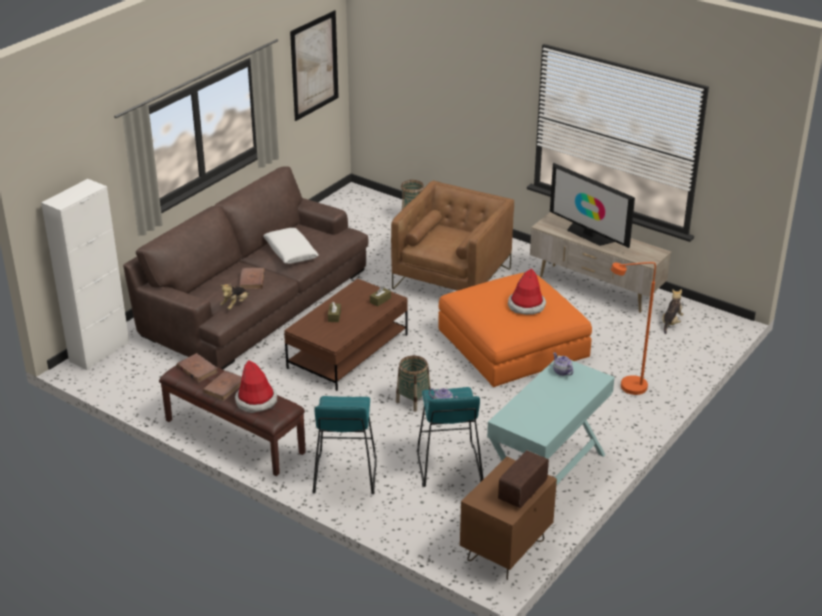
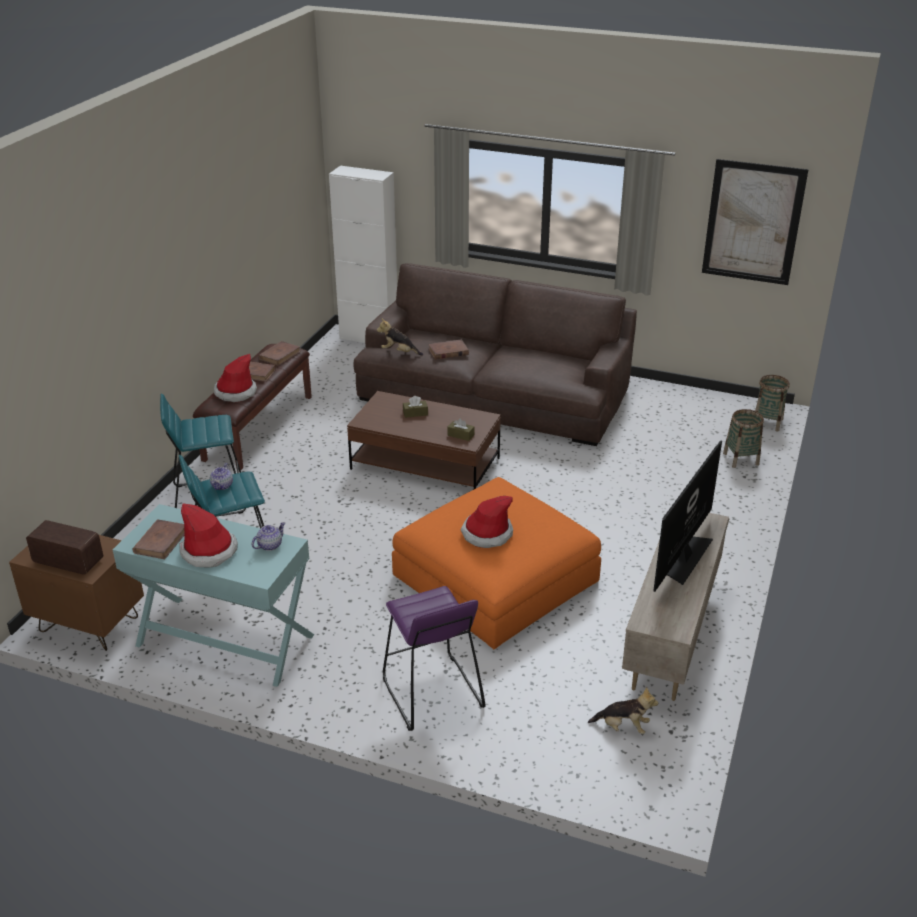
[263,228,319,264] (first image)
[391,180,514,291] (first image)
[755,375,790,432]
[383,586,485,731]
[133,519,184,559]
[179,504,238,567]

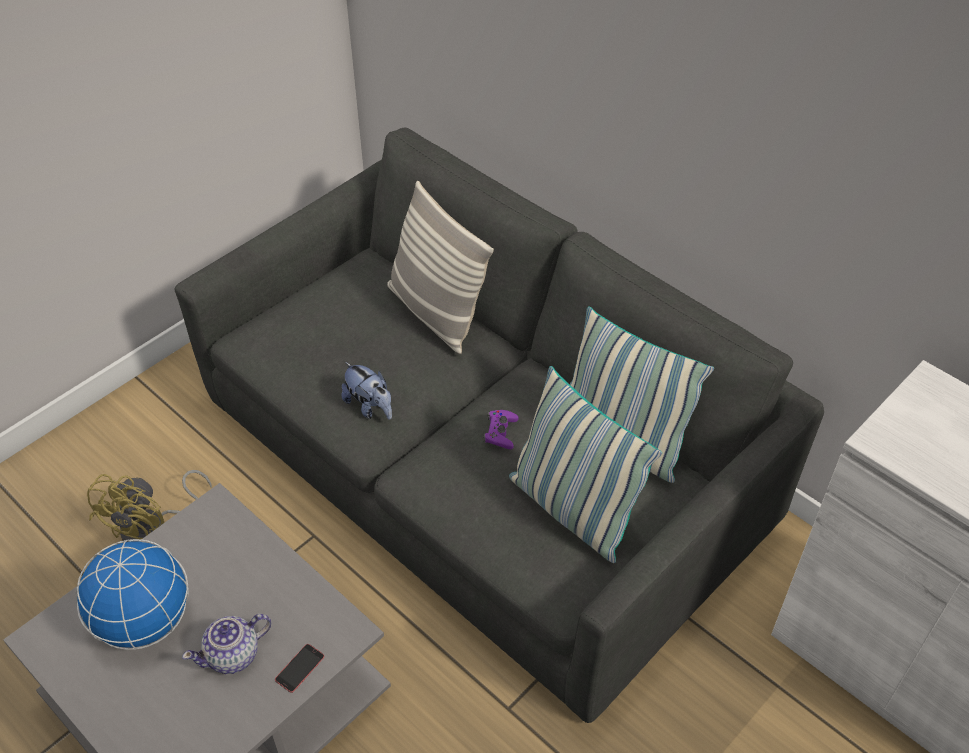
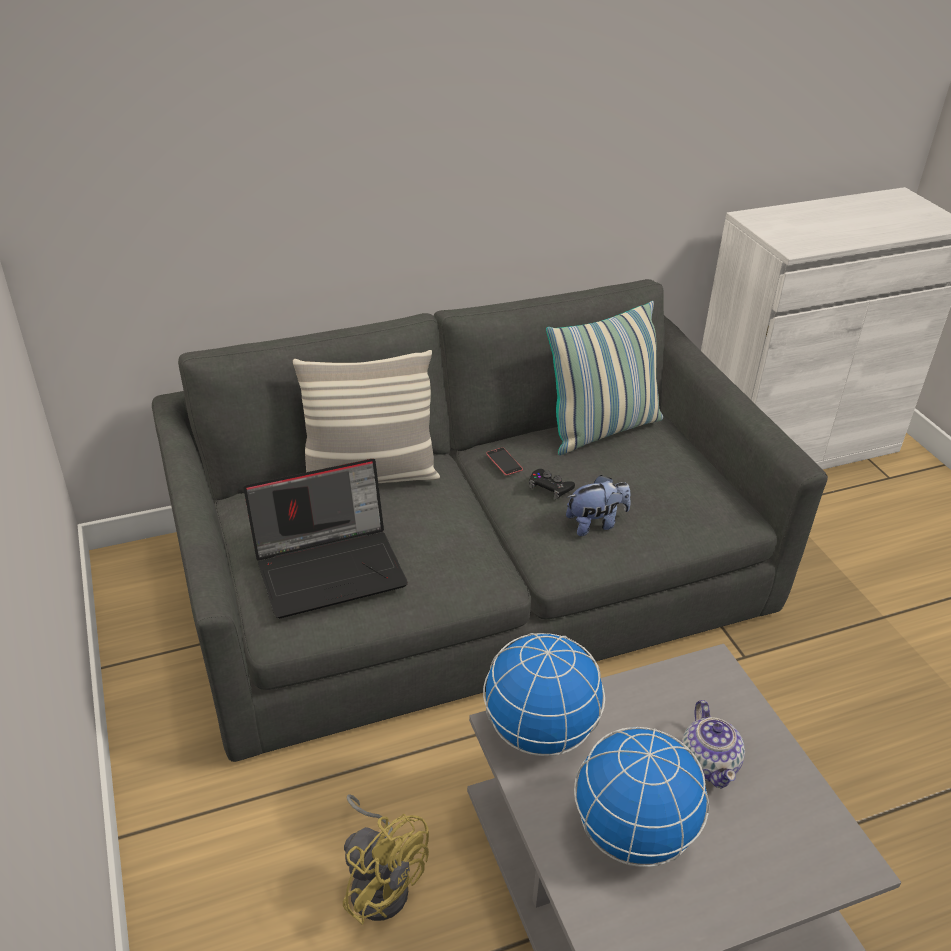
[486,448,523,475]
[566,475,631,536]
[529,469,575,499]
[509,366,662,563] (first image)
[243,459,408,618]
[483,633,605,756]

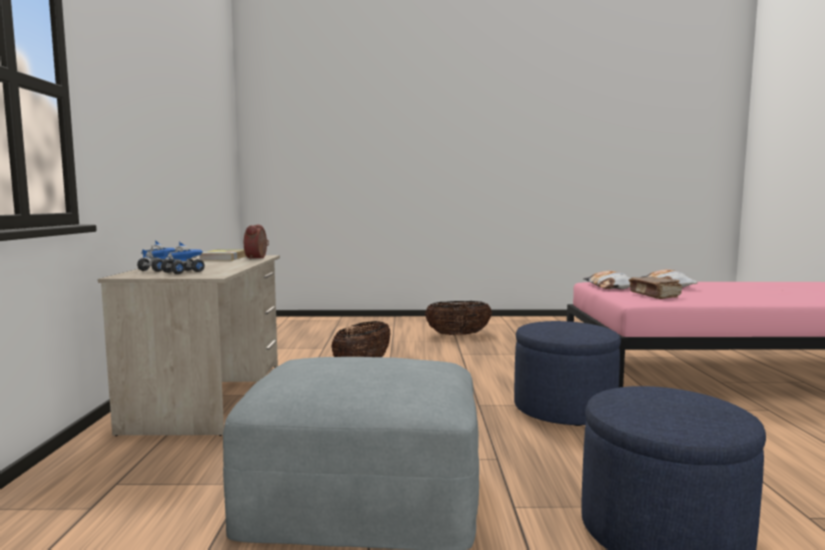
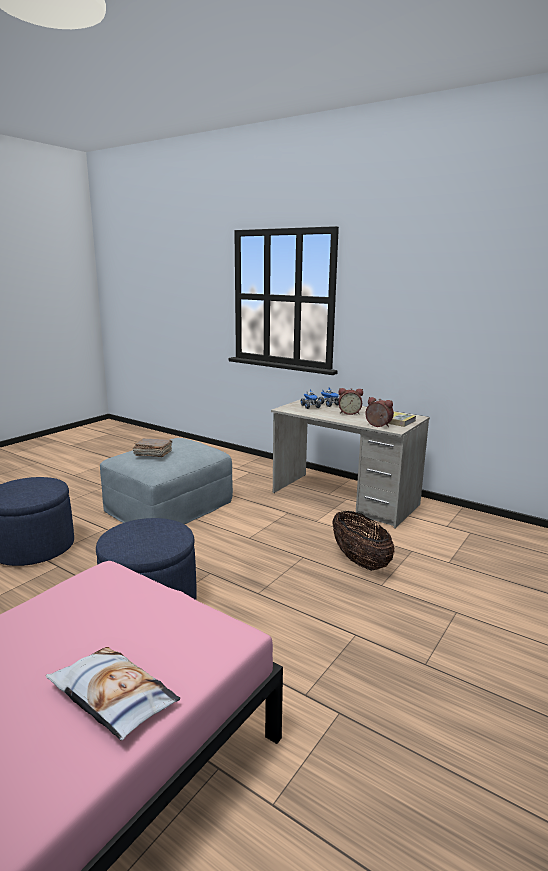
[425,301,492,336] (first image)
[583,271,631,289] (first image)
[133,438,172,457]
[338,388,363,415]

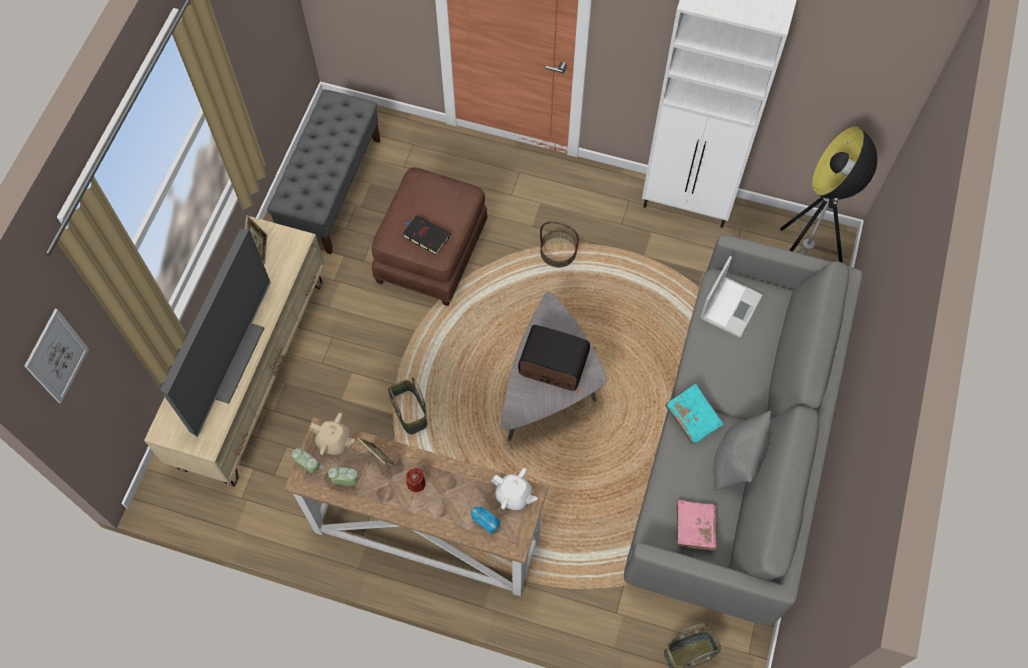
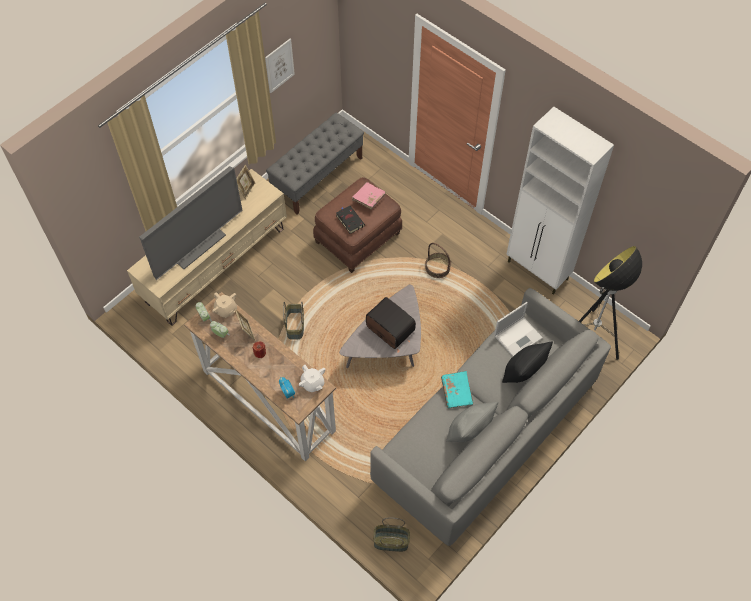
[265,39,295,93]
[352,182,386,210]
[502,341,553,383]

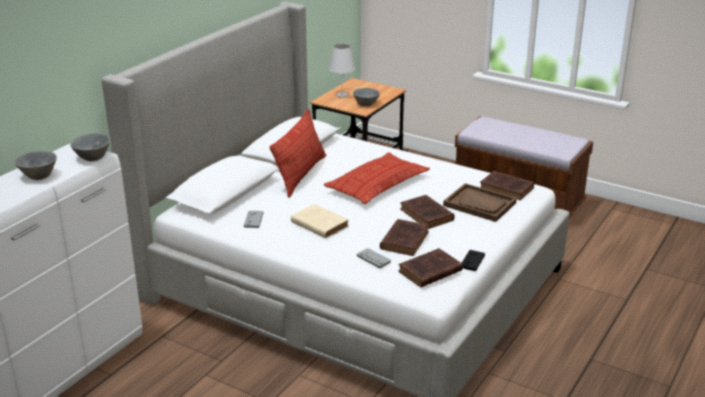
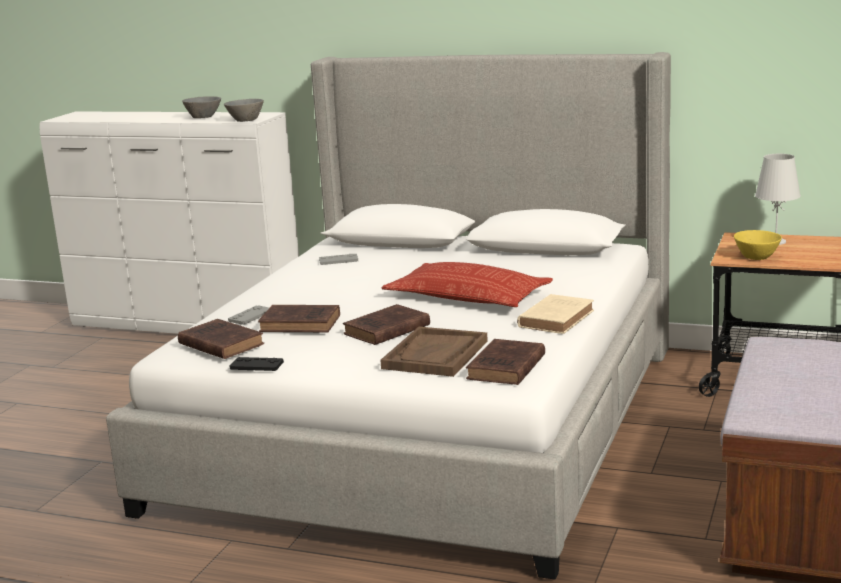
[270,109,326,197] (first image)
[517,294,594,334]
[734,230,782,260]

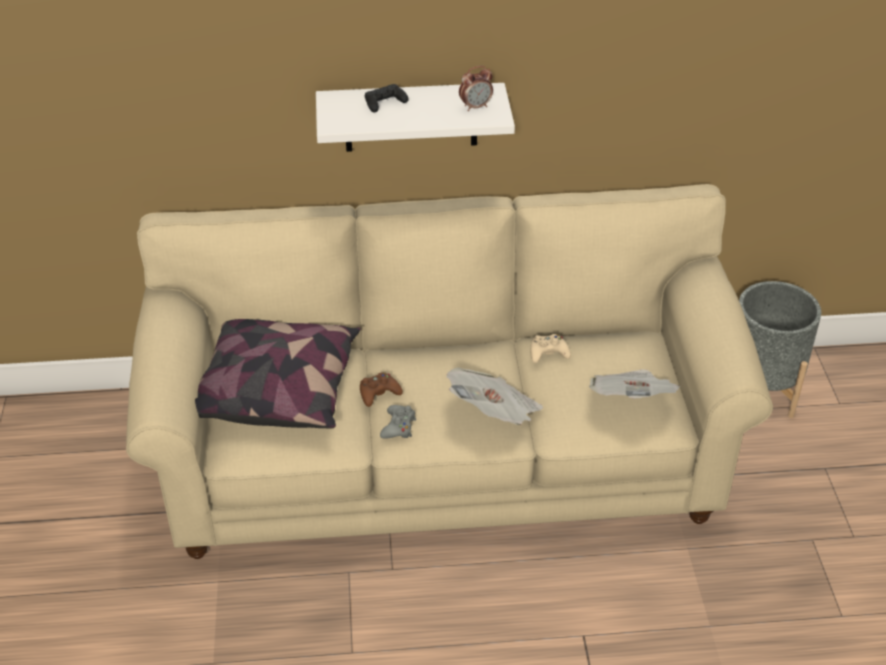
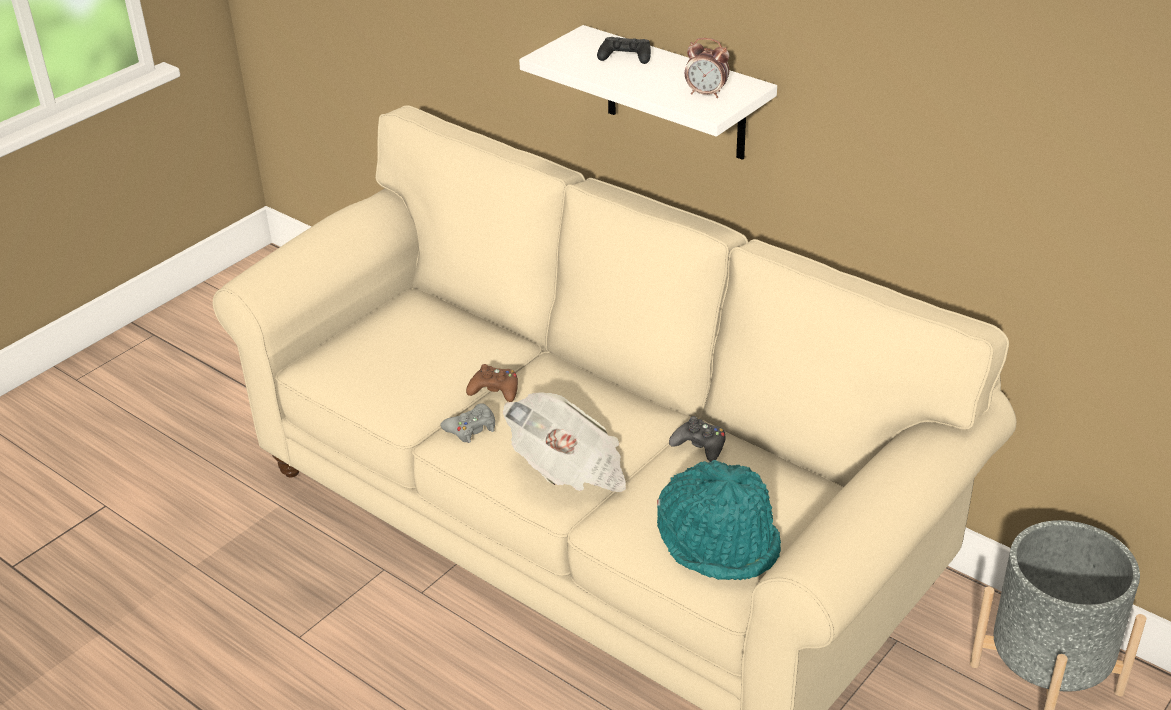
[195,319,361,429] (first image)
[669,416,726,462]
[657,460,781,580]

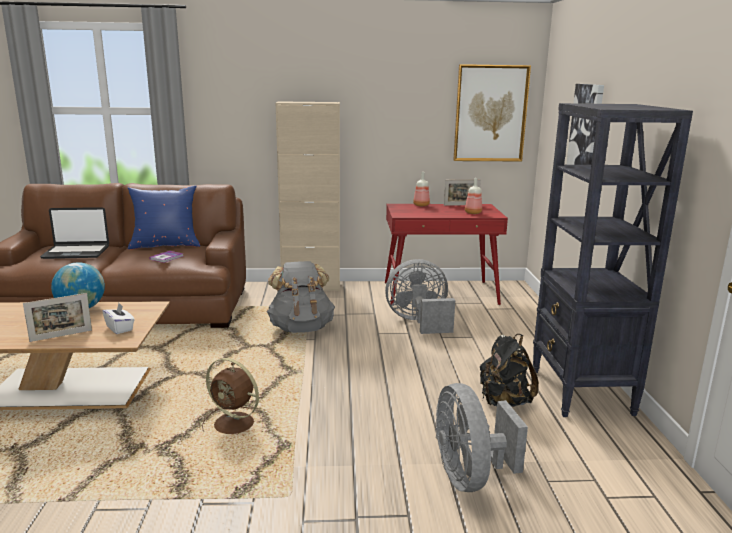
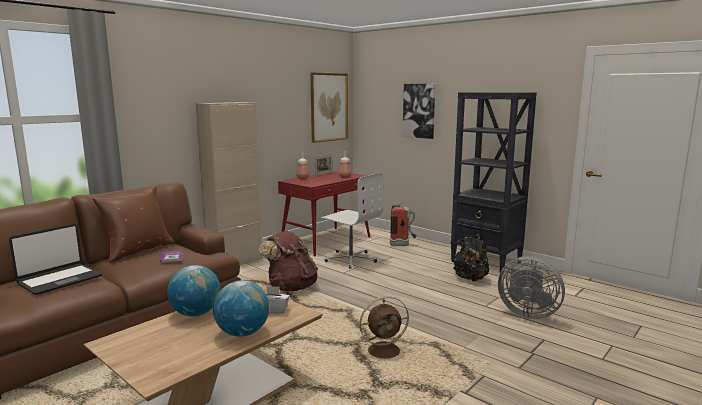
[213,280,269,337]
[92,186,175,263]
[259,231,318,291]
[320,173,384,269]
[390,203,417,246]

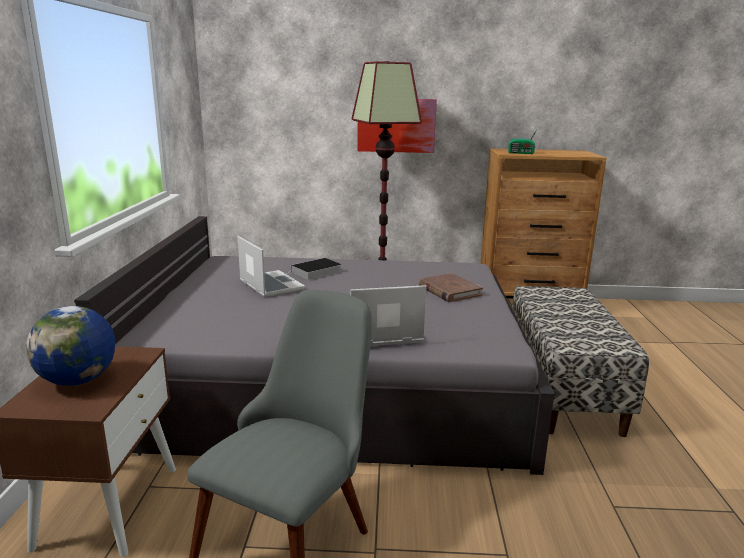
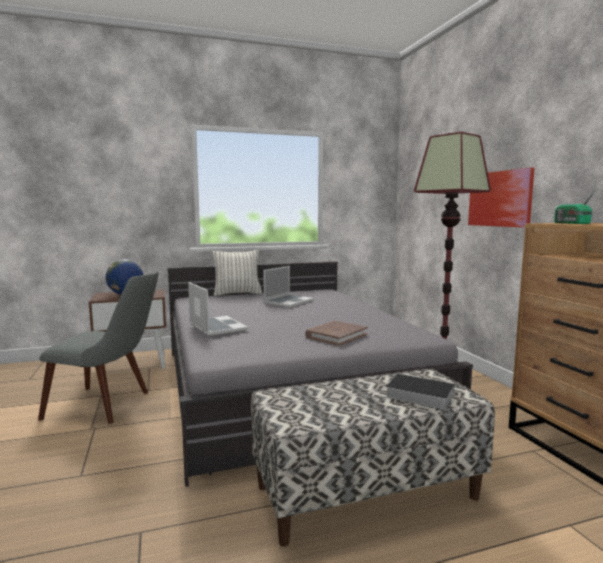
[386,374,455,410]
[212,250,262,296]

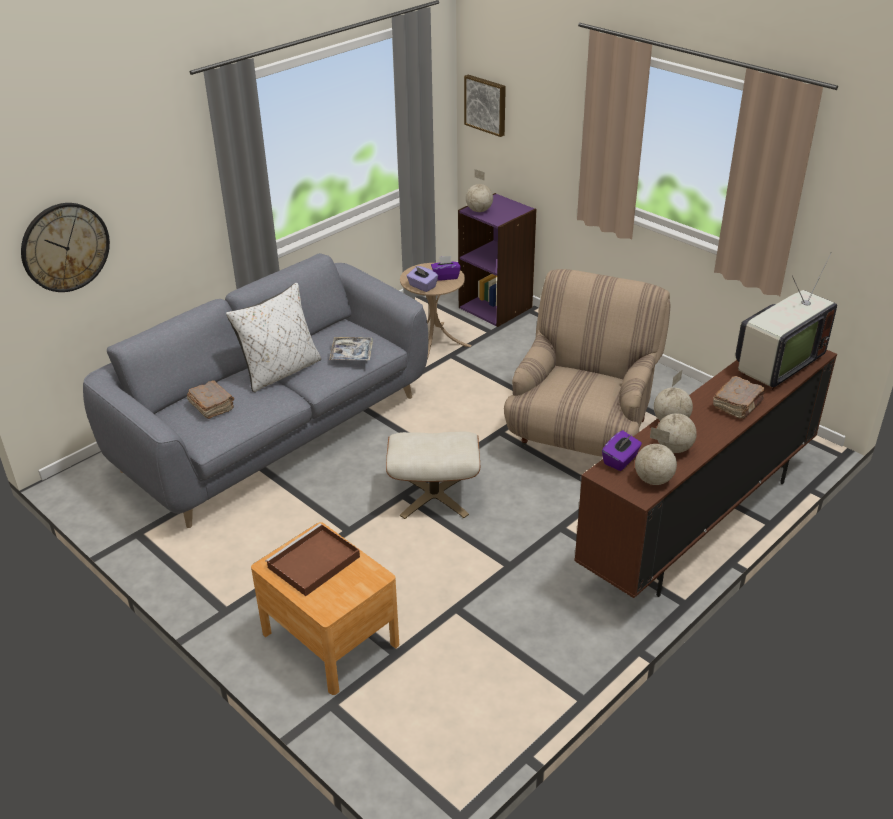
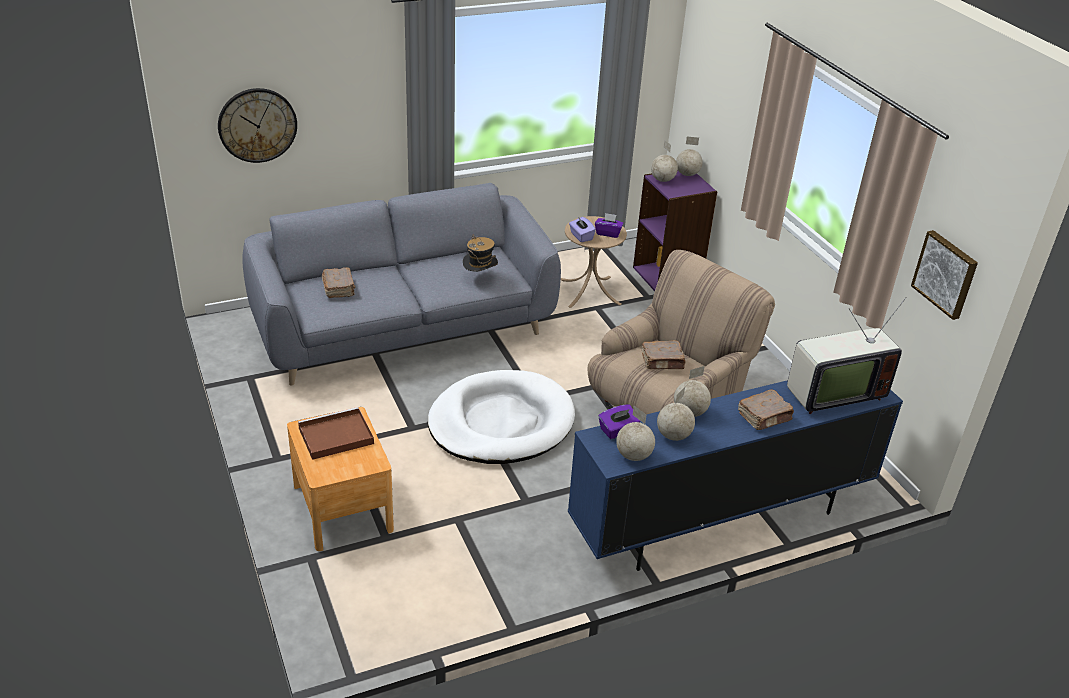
[226,283,321,392] (first image)
[463,235,498,272]
[428,370,575,464]
[911,230,978,320]
[568,380,903,571]
[641,340,686,369]
[676,137,703,176]

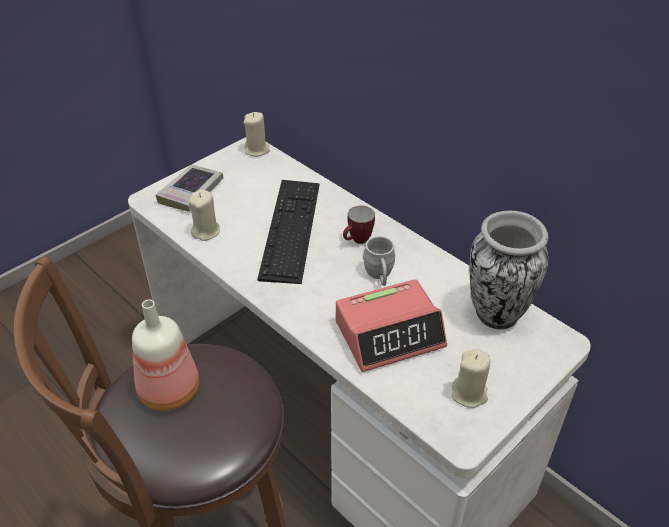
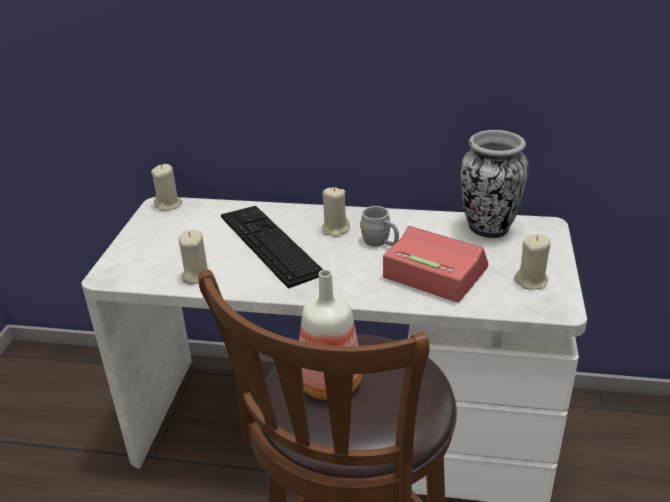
[156,164,224,212] (first image)
[383,226,488,302]
[322,187,350,237]

